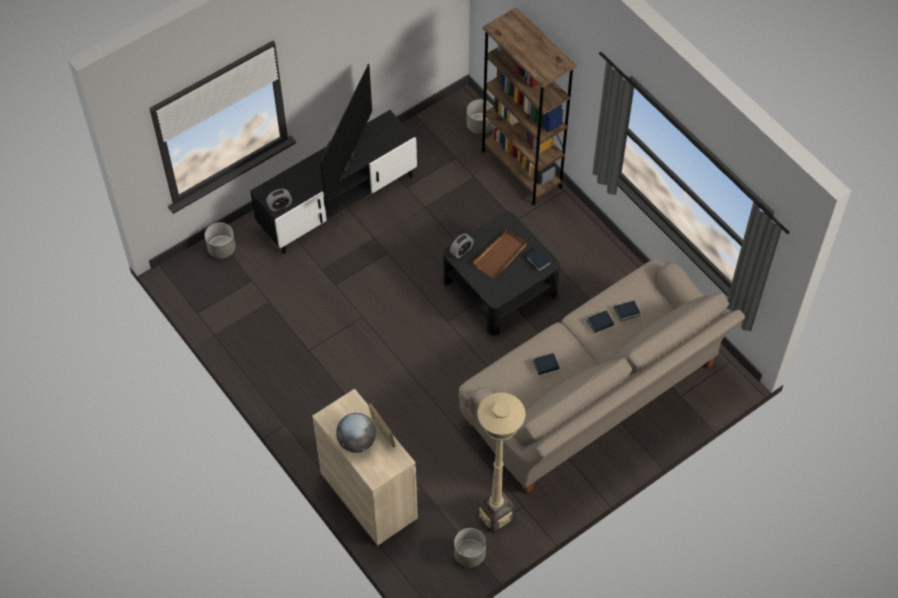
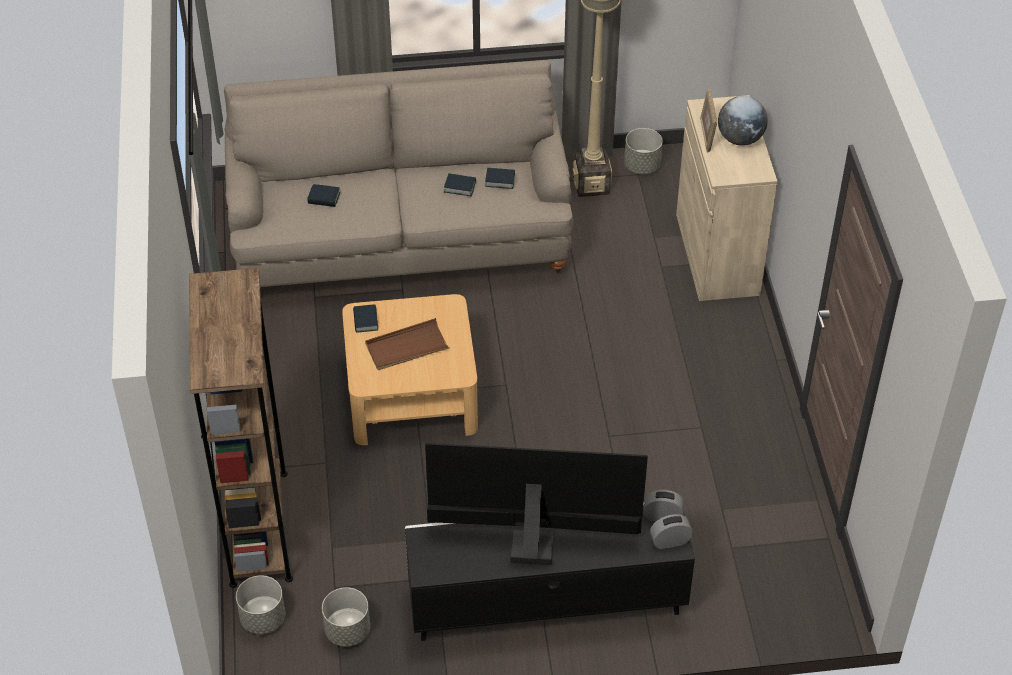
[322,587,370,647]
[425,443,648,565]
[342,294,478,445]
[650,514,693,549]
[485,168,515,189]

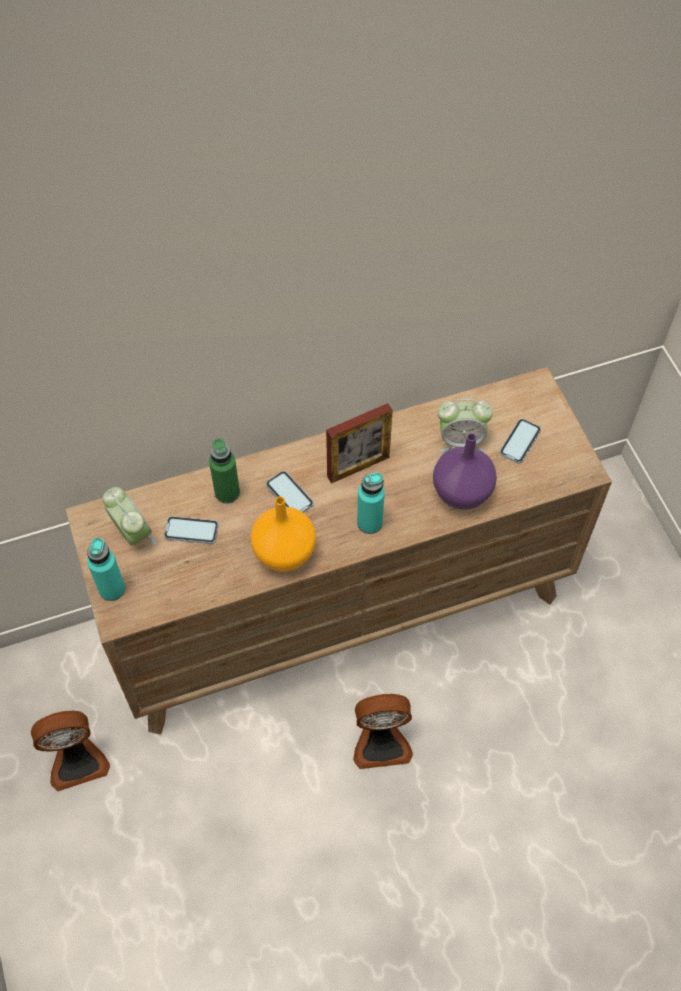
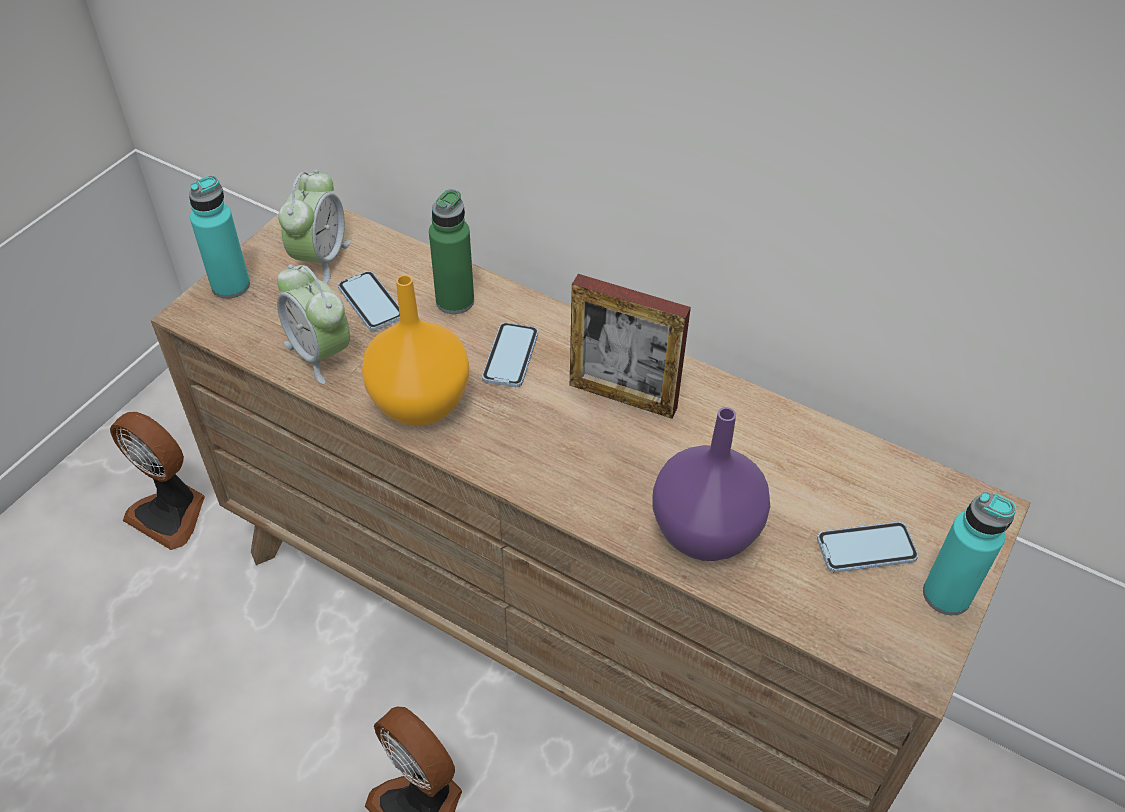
[923,492,1016,615]
[277,264,350,384]

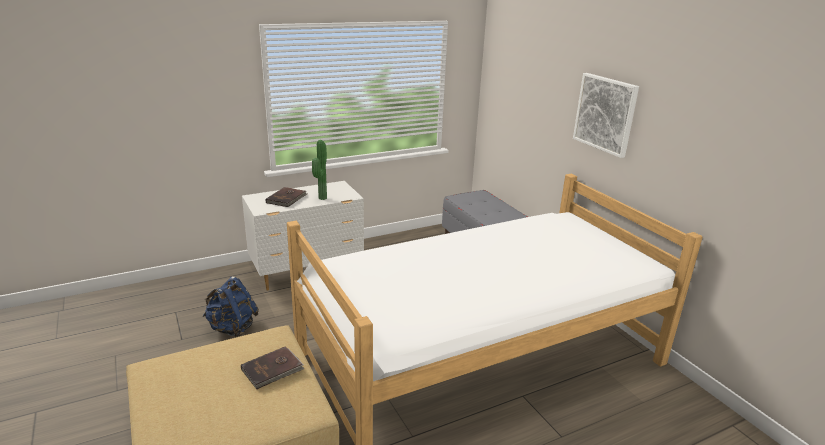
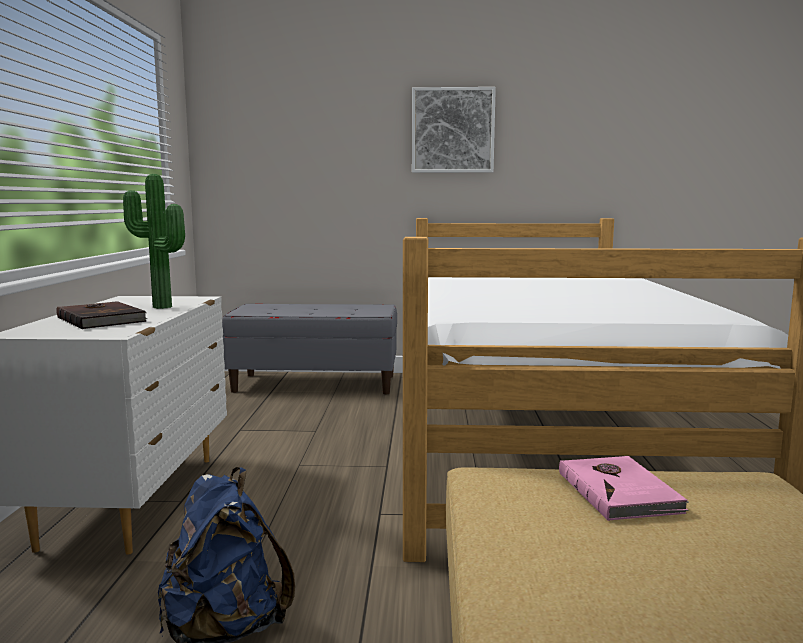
[559,456,689,521]

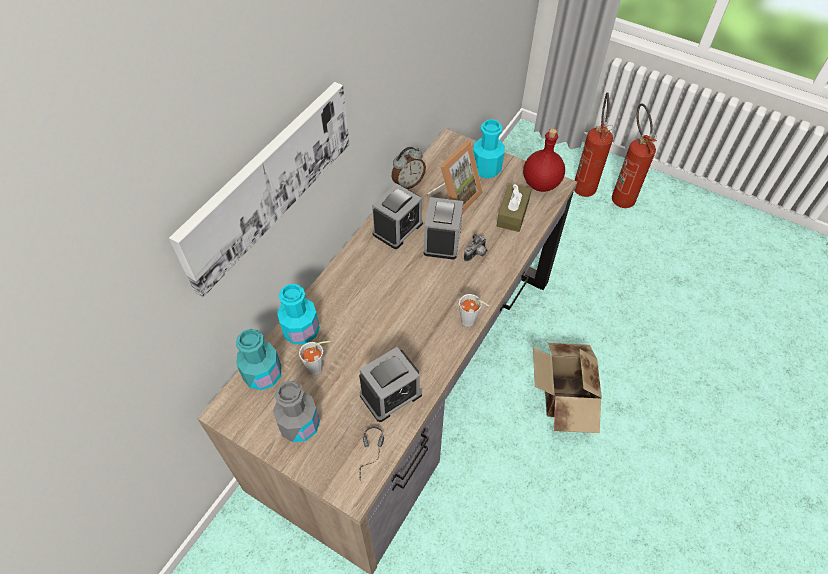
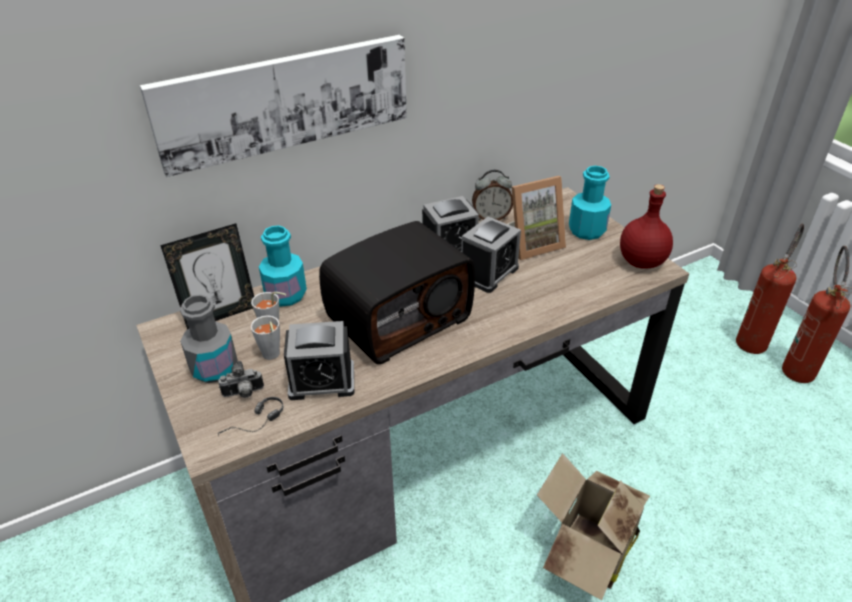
[160,223,254,330]
[250,315,280,360]
[218,361,264,398]
[497,183,531,232] (first image)
[319,221,475,364]

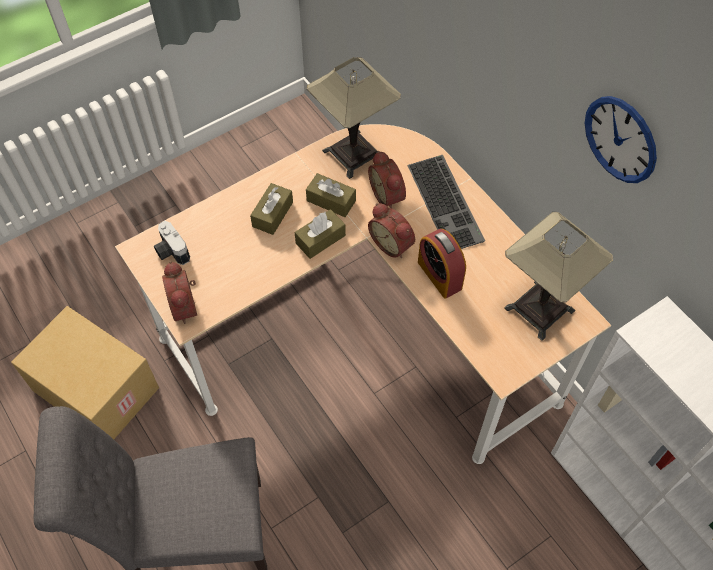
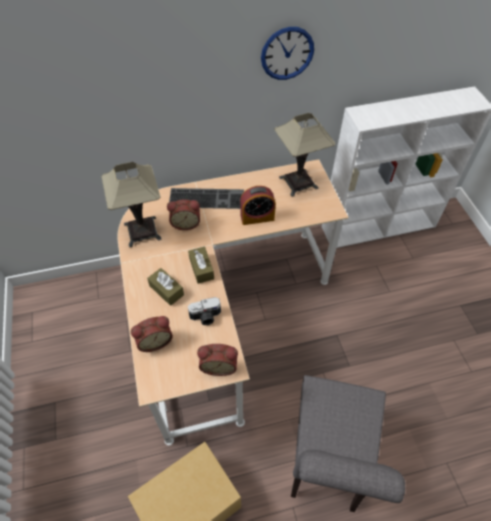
[188,297,221,325]
[306,173,356,217] (first image)
[131,316,173,352]

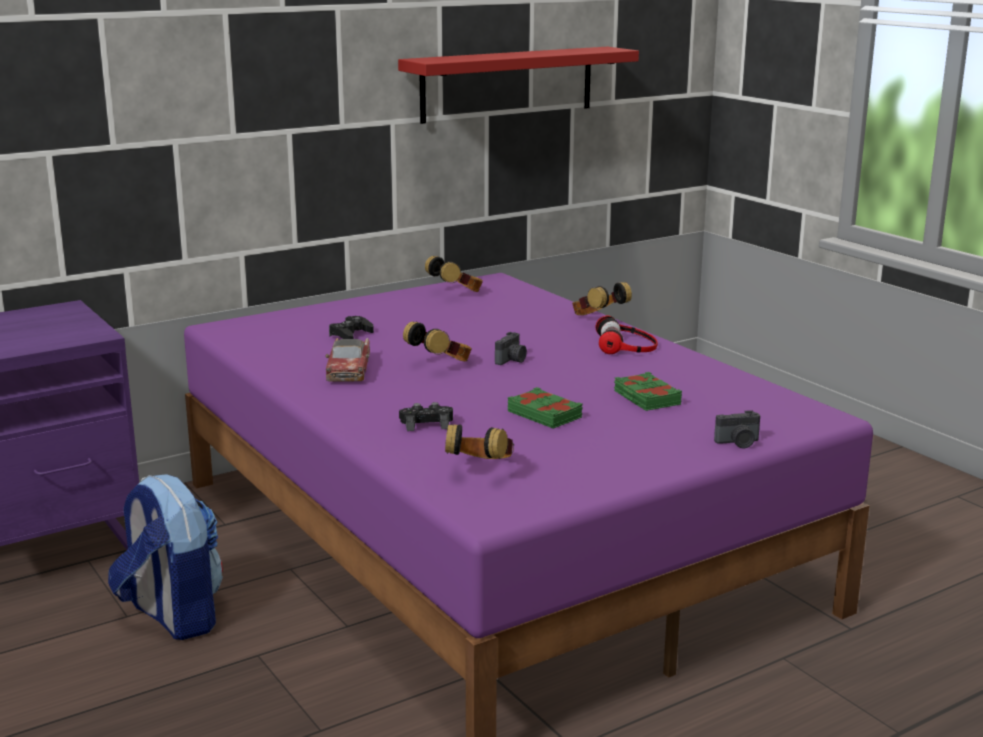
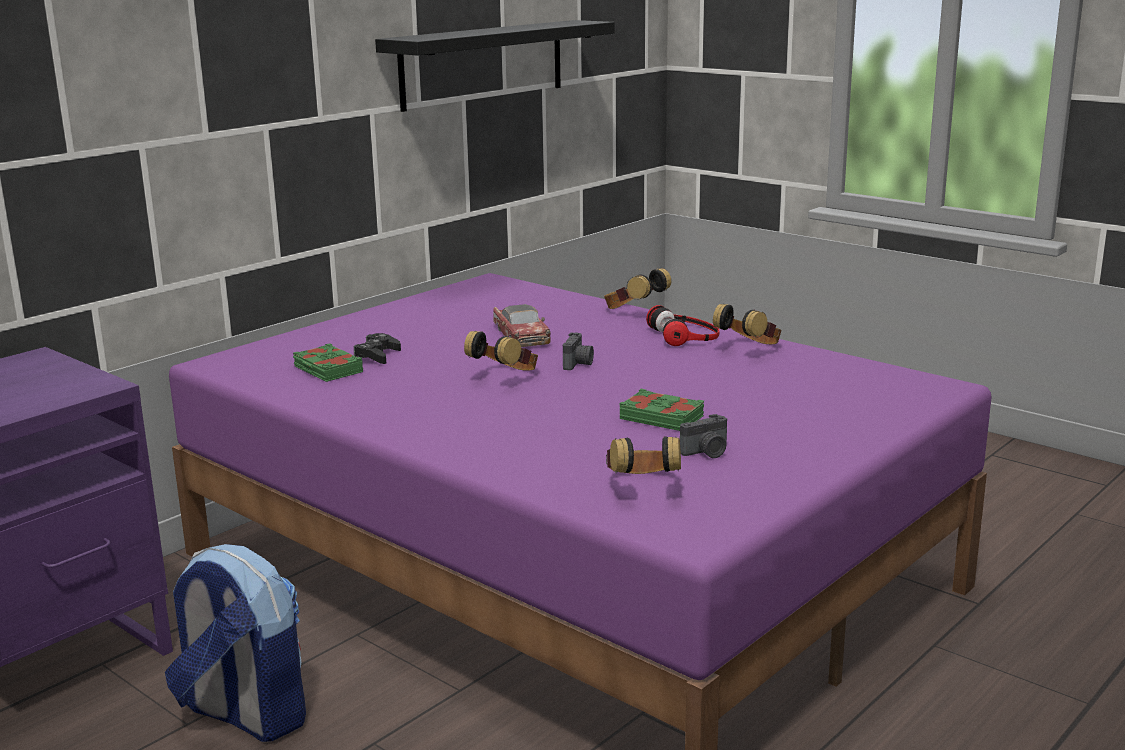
[493,304,551,347]
[375,20,615,112]
[399,402,453,431] (first image)
[713,304,781,344]
[293,343,363,382]
[680,414,727,458]

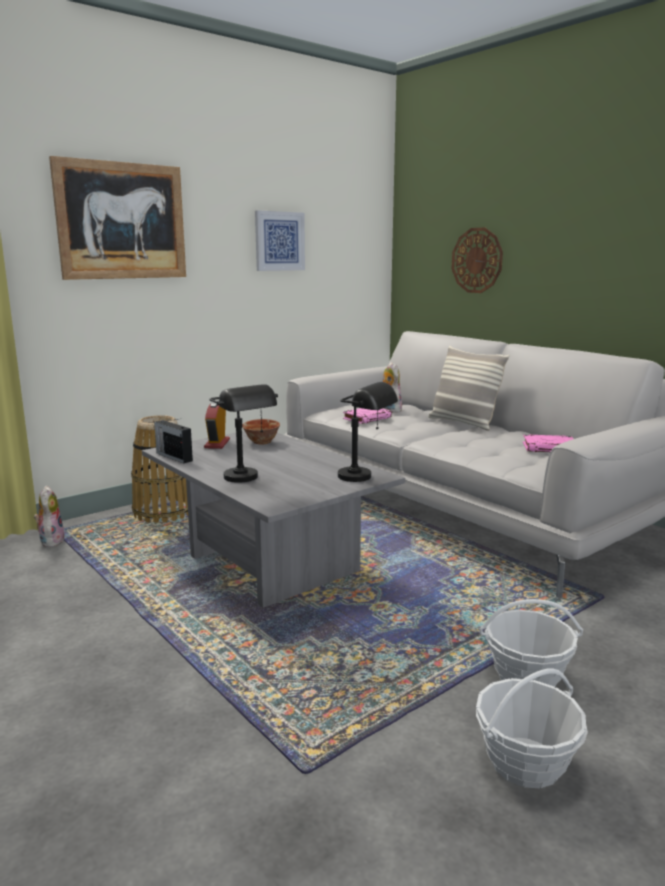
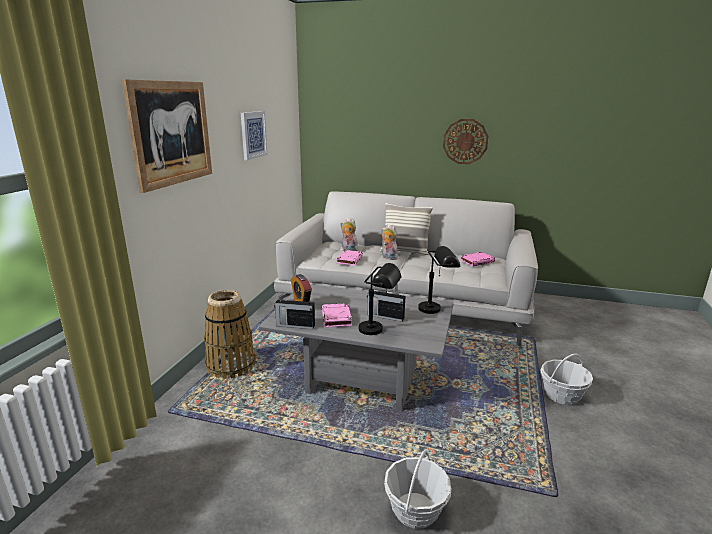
[381,224,398,260]
[242,419,280,445] (first image)
[443,119,489,164]
[384,450,451,529]
[322,303,352,328]
[367,290,405,322]

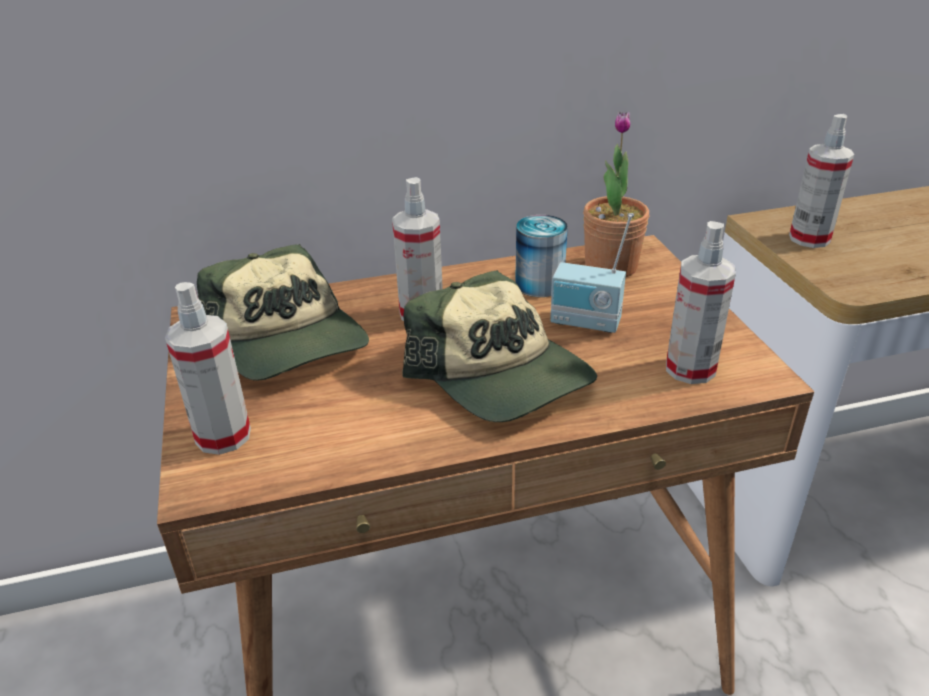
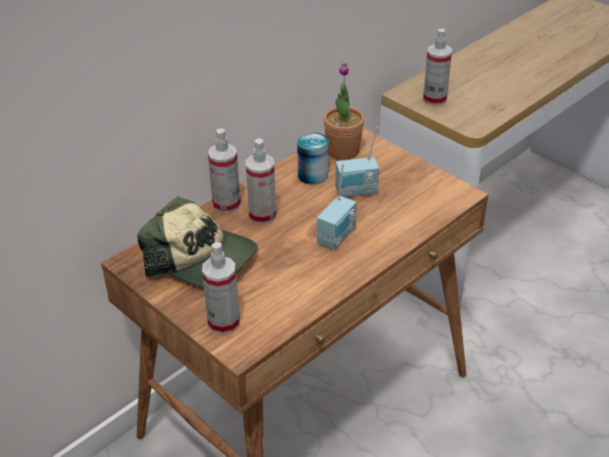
[317,164,356,250]
[208,129,241,213]

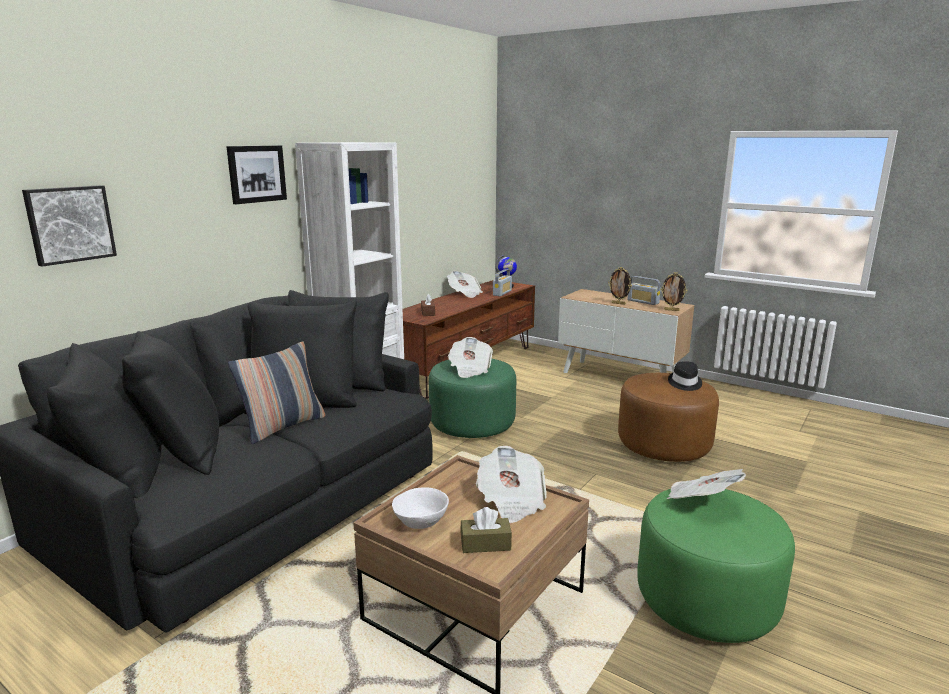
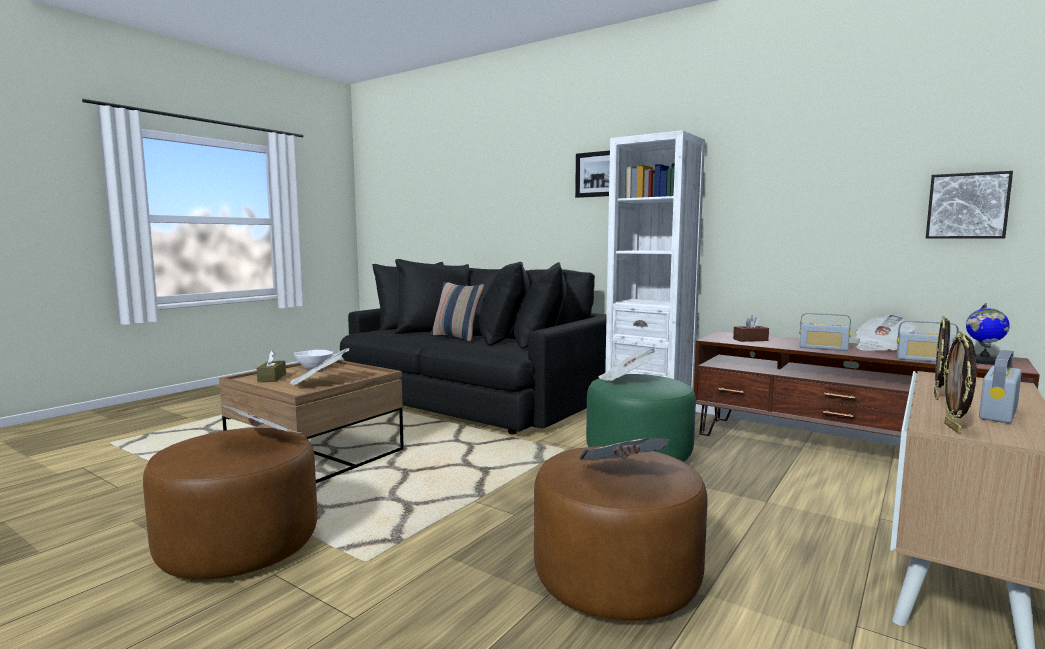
[926,171,1013,239]
[143,428,317,580]
[579,437,670,461]
[799,313,851,351]

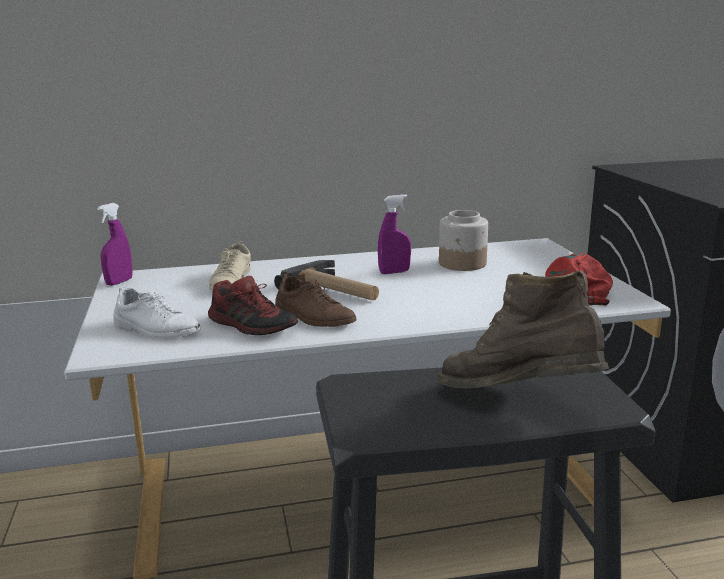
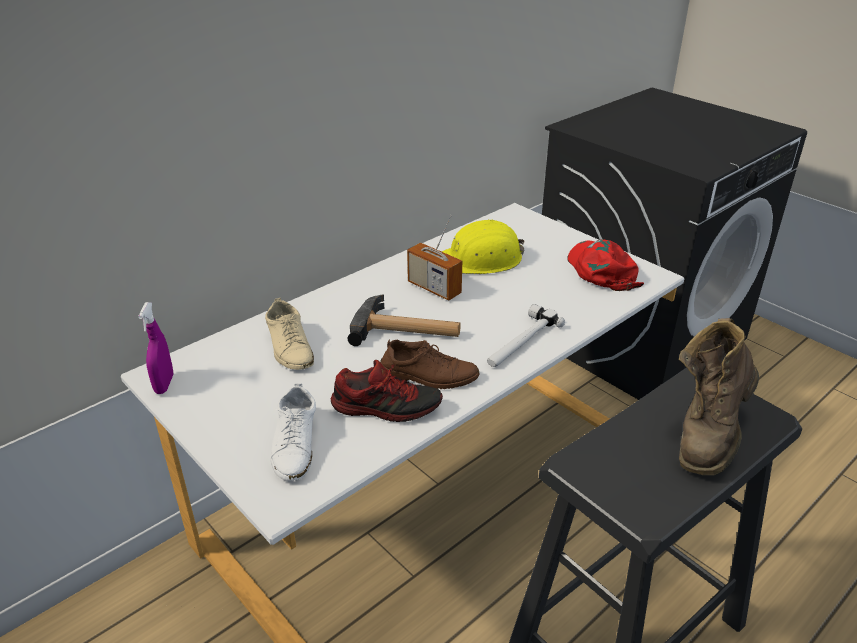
[270,383,316,481]
[407,215,462,301]
[679,318,759,475]
[441,220,524,274]
[487,304,565,367]

